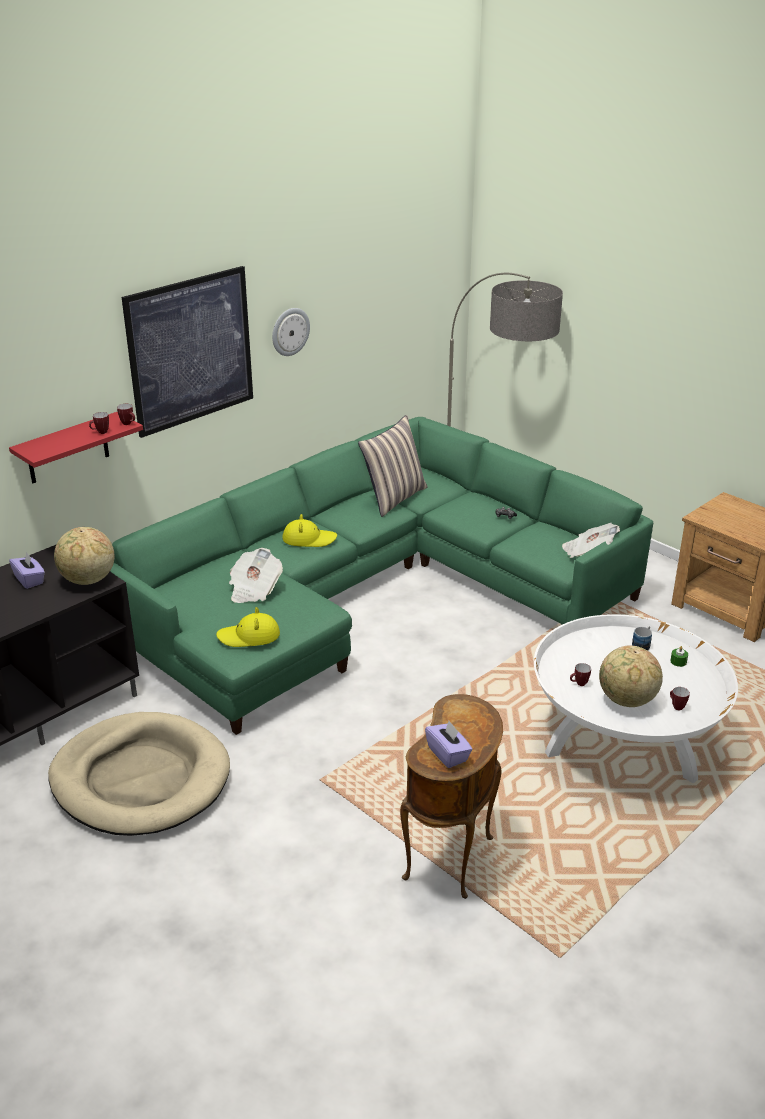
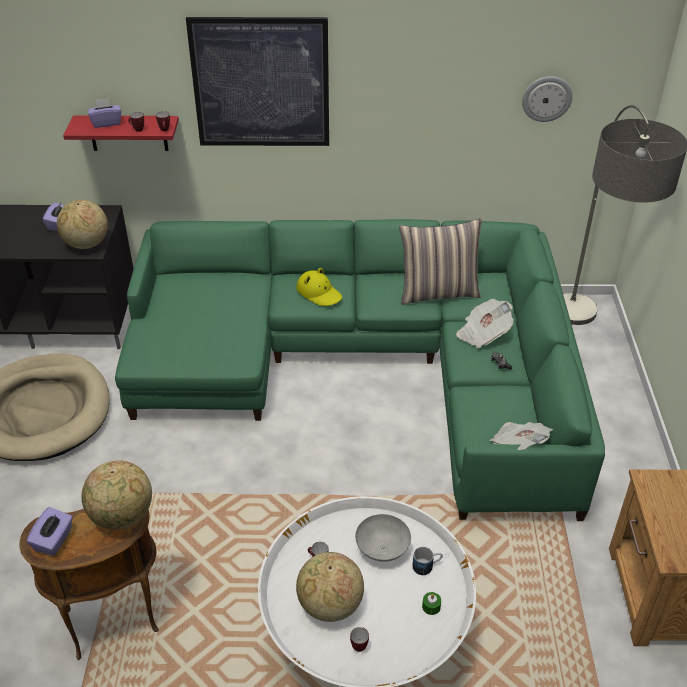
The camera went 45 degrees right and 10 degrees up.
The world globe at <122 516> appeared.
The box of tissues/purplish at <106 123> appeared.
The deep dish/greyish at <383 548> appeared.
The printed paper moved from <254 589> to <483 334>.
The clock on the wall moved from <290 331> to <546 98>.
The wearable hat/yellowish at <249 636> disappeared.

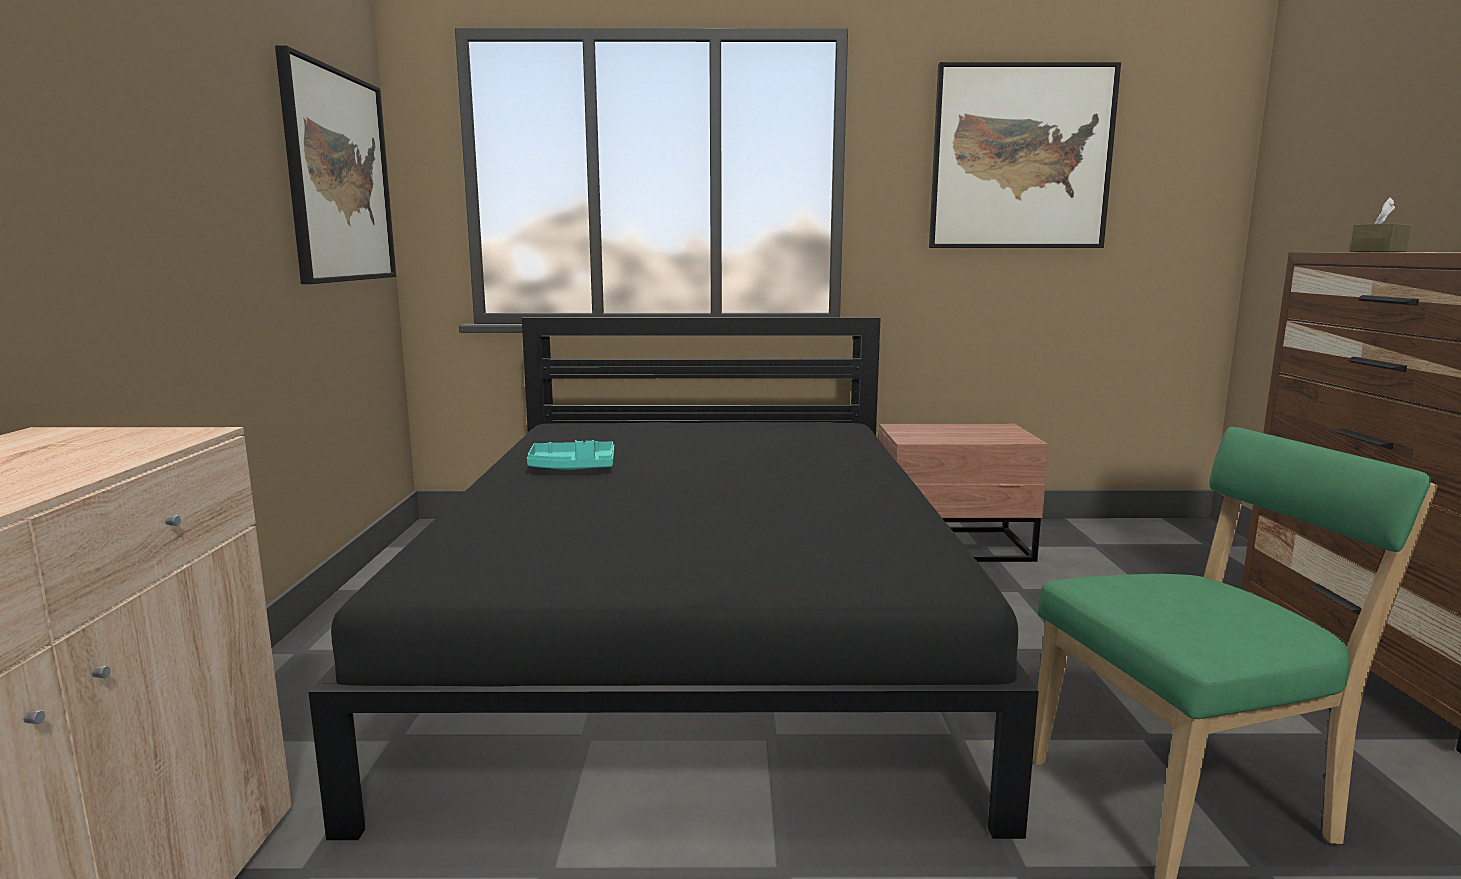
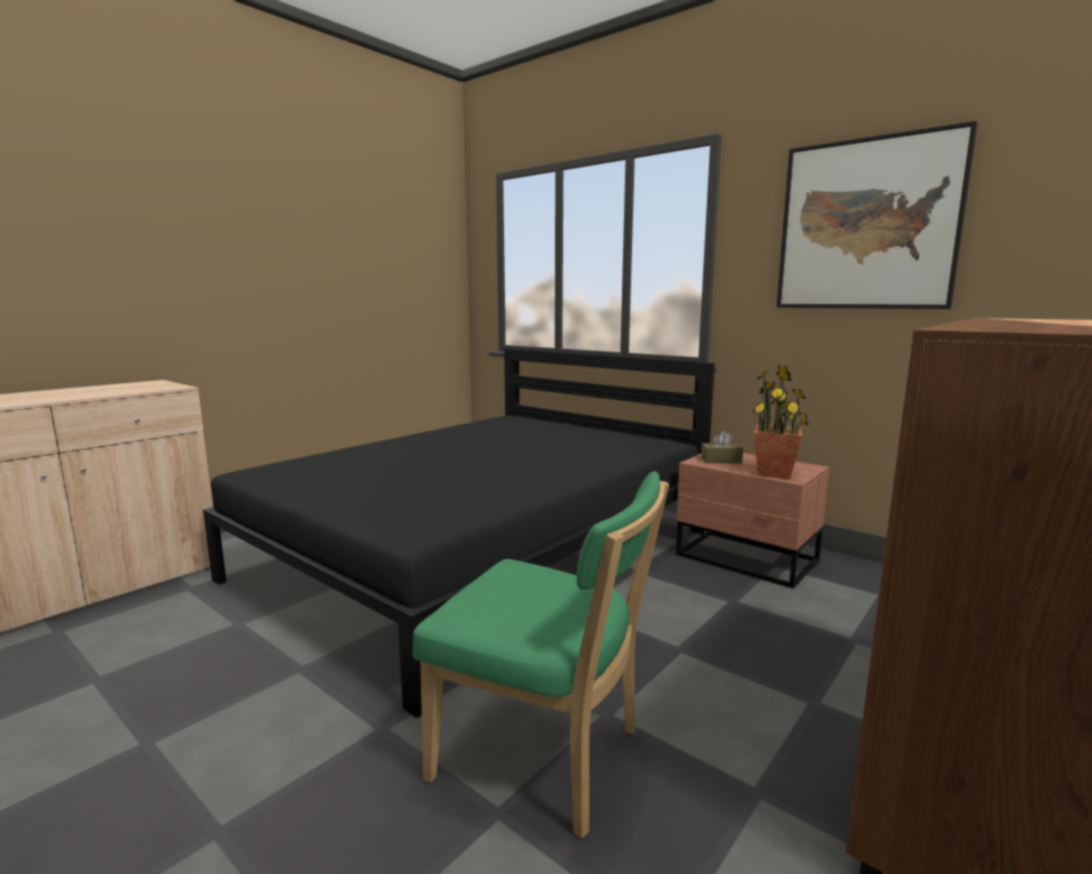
The camera went 40 degrees right and 0 degrees up.
The box of tissues/brown moved from <1378 251> to <721 460>.
The houseplant at <775 473> appeared.
The wall picture at <339 177> disappeared.
The tray/blue-green at <573 468> disappeared.

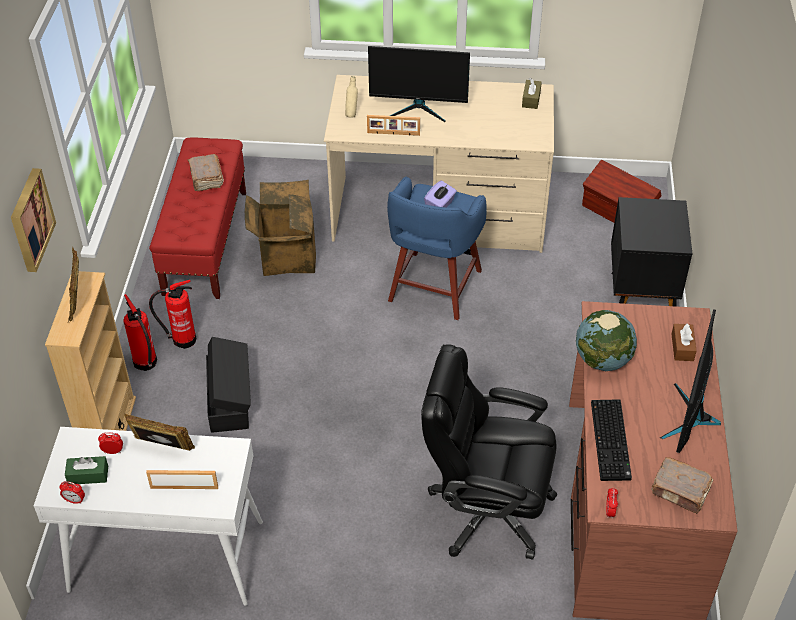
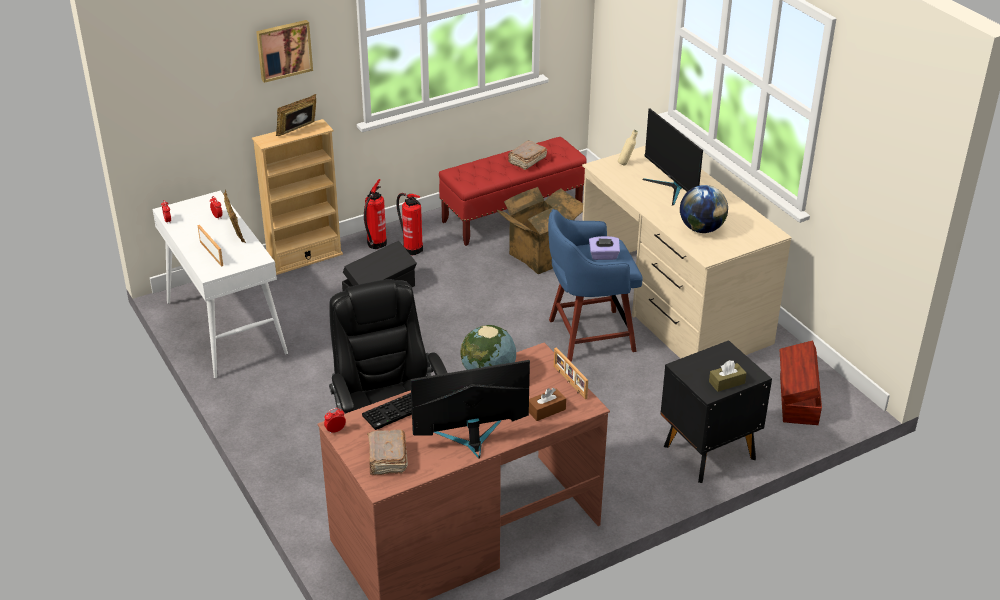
The camera went 55 degrees right and 10 degrees down.
The picture frame moved from <393 134> to <569 382>.
The world globe at <701 229> appeared.
The box of tissues/brown moved from <531 99> to <726 382>.
The box of tissues/greenish at <88 475> disappeared.

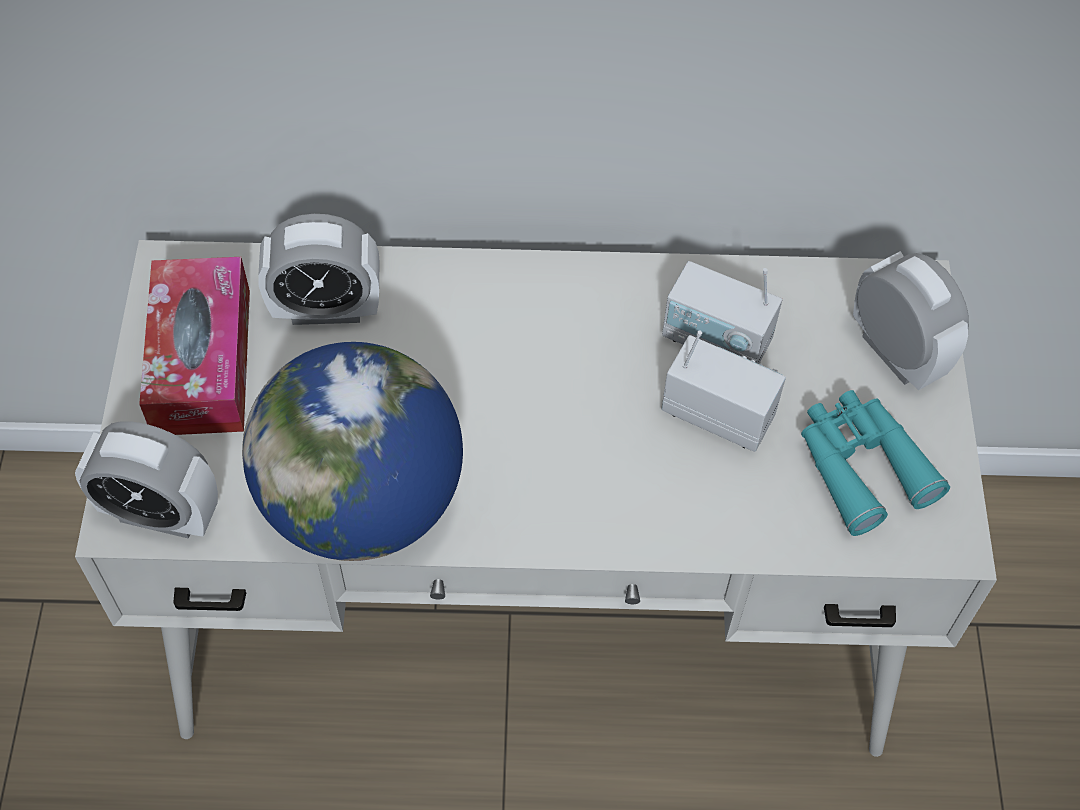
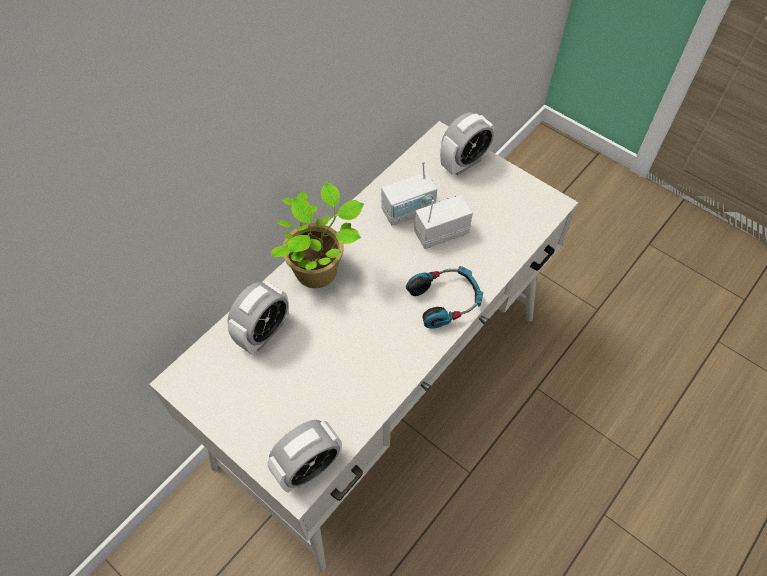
The camera went 50 degrees left and 0 degrees up.
The houseplant at <320 270> appeared.
The headphones at <445 300> appeared.
The alarm clock at <896 353> turned 135 degrees clockwise.
The box of tissues at <202 361> disappeared.
The world globe at <363 502> disappeared.
The binoculars/blue-green at <860 466> disappeared.

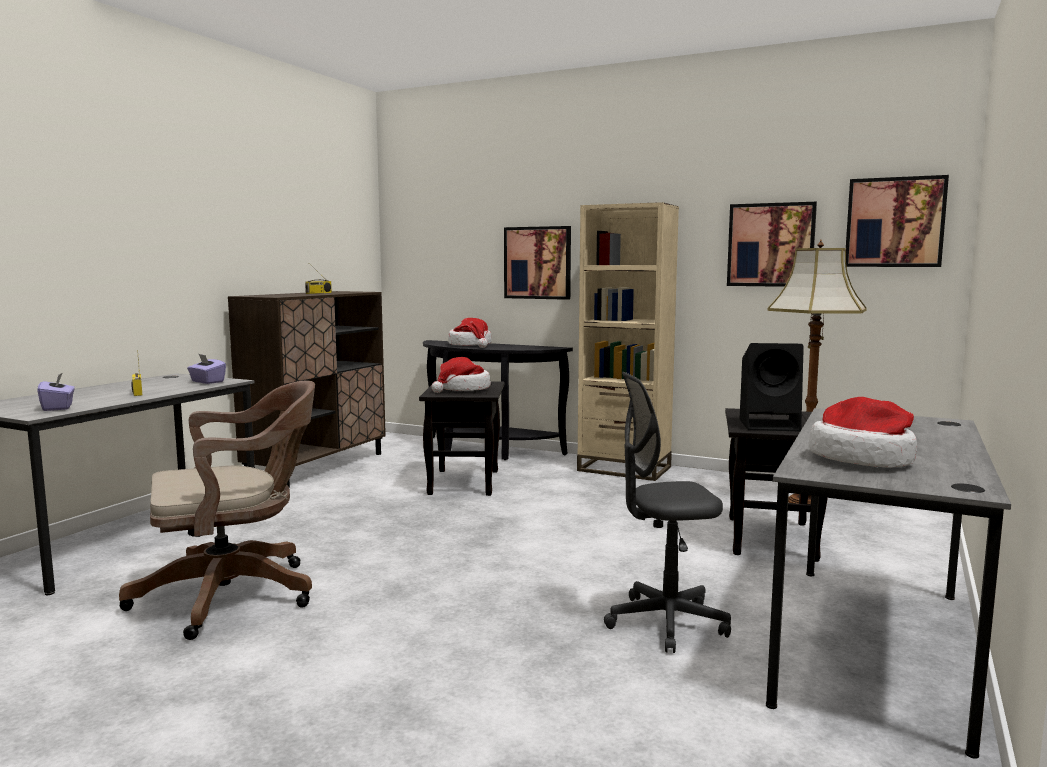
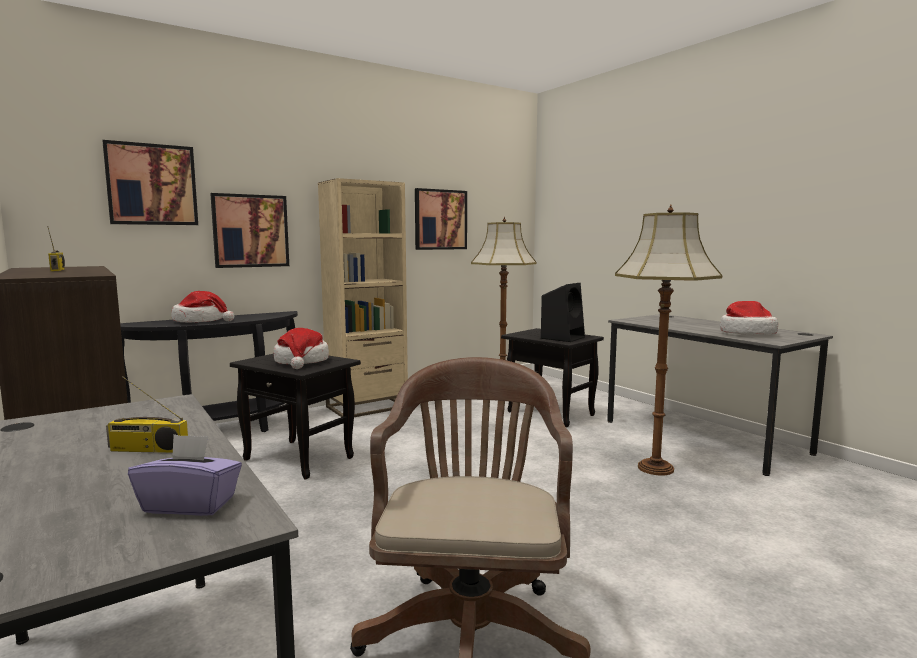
The camera went 60 degrees left and 0 degrees up.
The wall picture moved from <894 222> to <152 184>.
The office chair/greyish at <666 623> was replaced by the standing lamp at <655 469>.
The box of tissues/purplish at <207 382> disappeared.

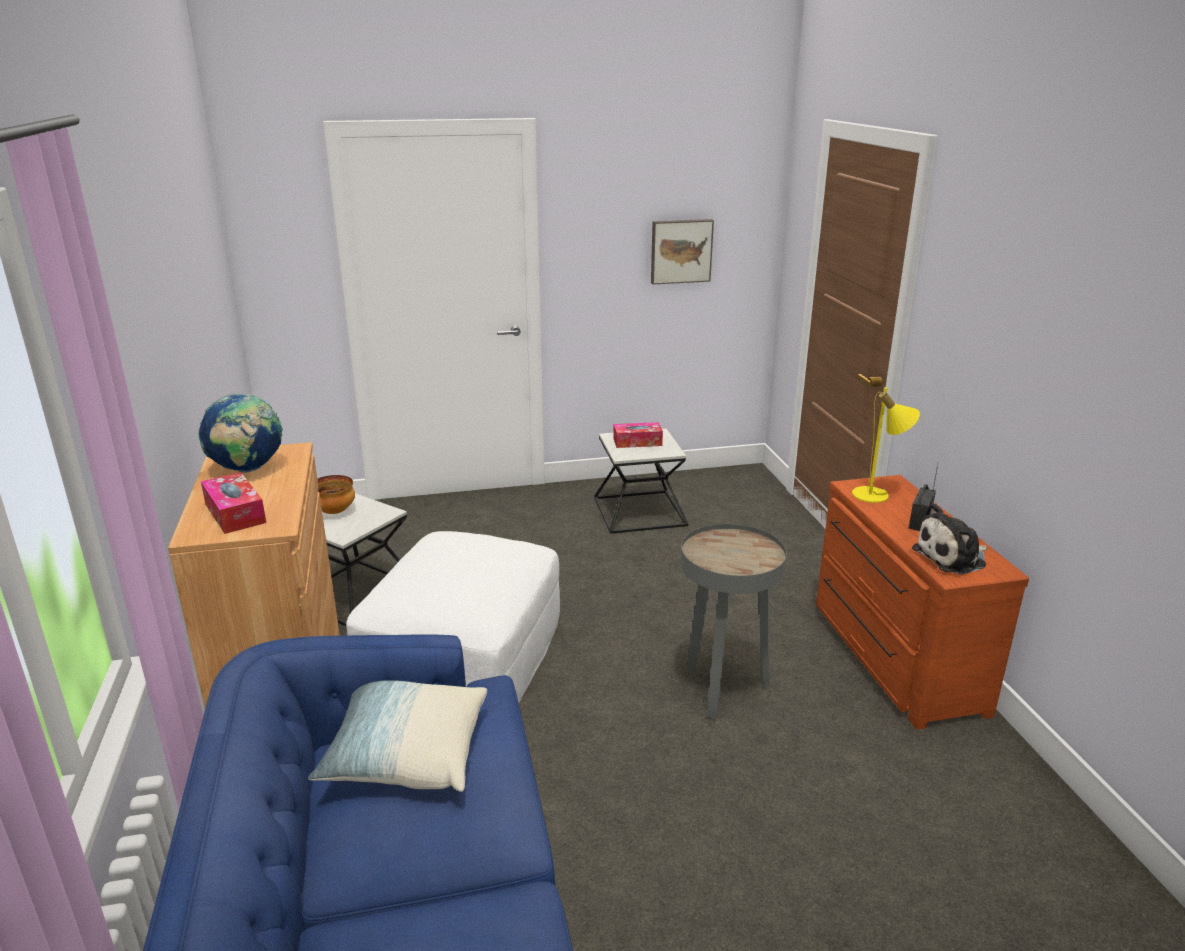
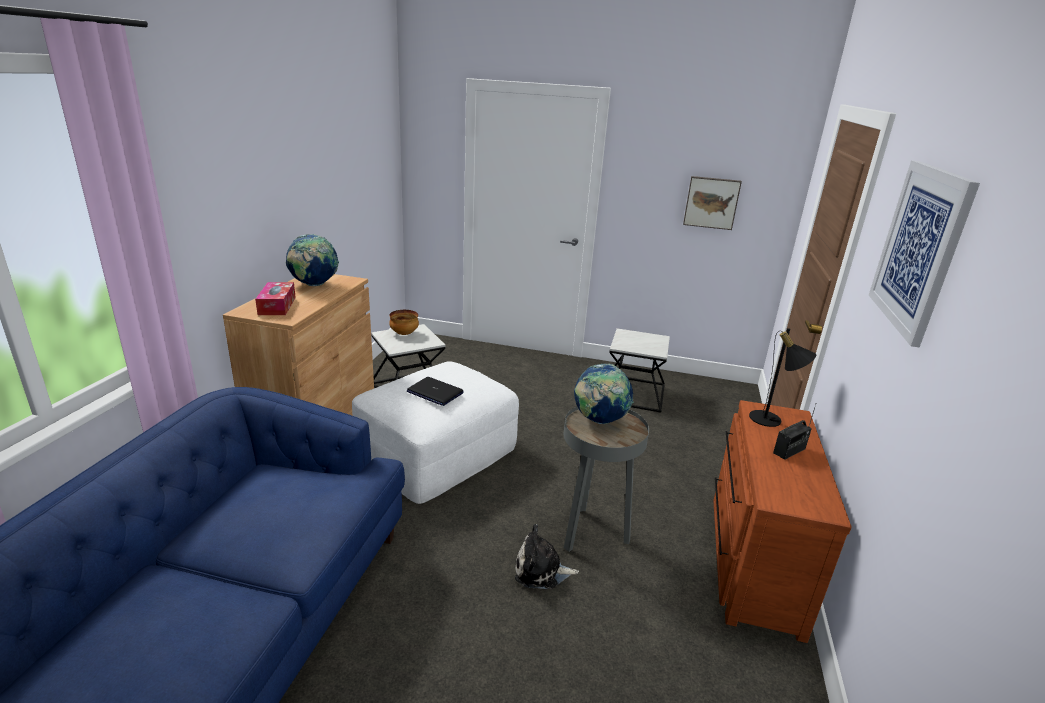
The camera went 25 degrees right and 0 degrees up.
The notebook computer at <434 392> appeared.
The cuddly toy moved from <952 557> to <541 571>.
The world globe at <599 421> appeared.
The lamp for a table/yellowish at <877 495> became the lamp for a table/blackish at <771 421>.
The wall picture at <919 248> appeared.
The cushion at <407 754> disappeared.
The box of tissues at <637 442> disappeared.

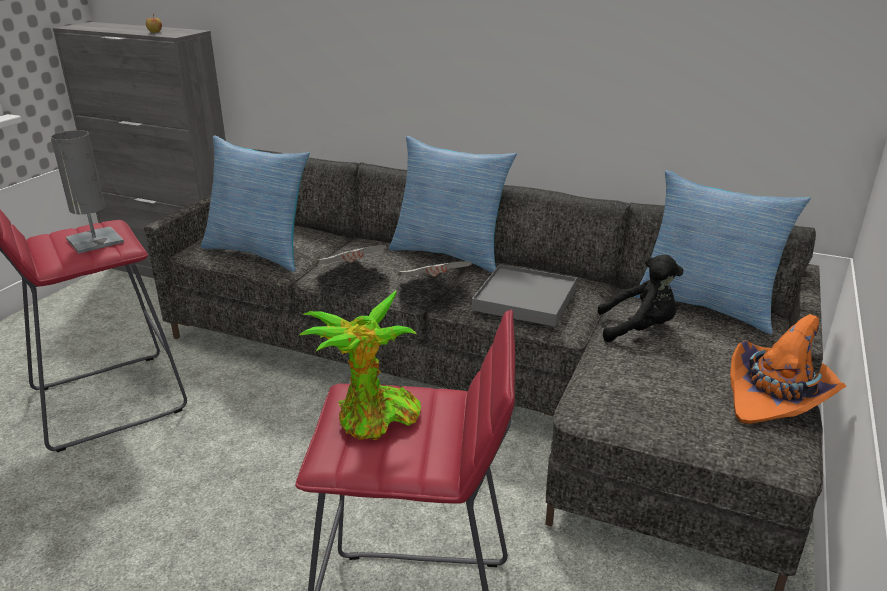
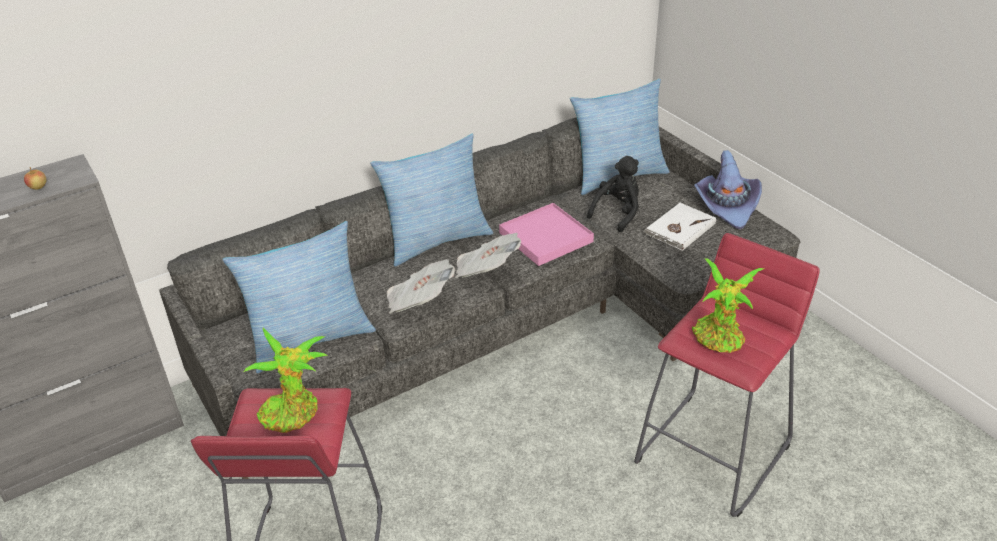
The camera went 55 degrees left and 10 degrees up.
The lamp for a table/greyish at <95 241> was replaced by the houseplant at <294 413>.
The tray/greyish at <524 299> became the tray/pinkish at <545 237>.
The volume/white-coloured at <679 229> appeared.
The wearable hat/orange-coloured at <777 396> became the wearable hat/purplish at <727 205>.

